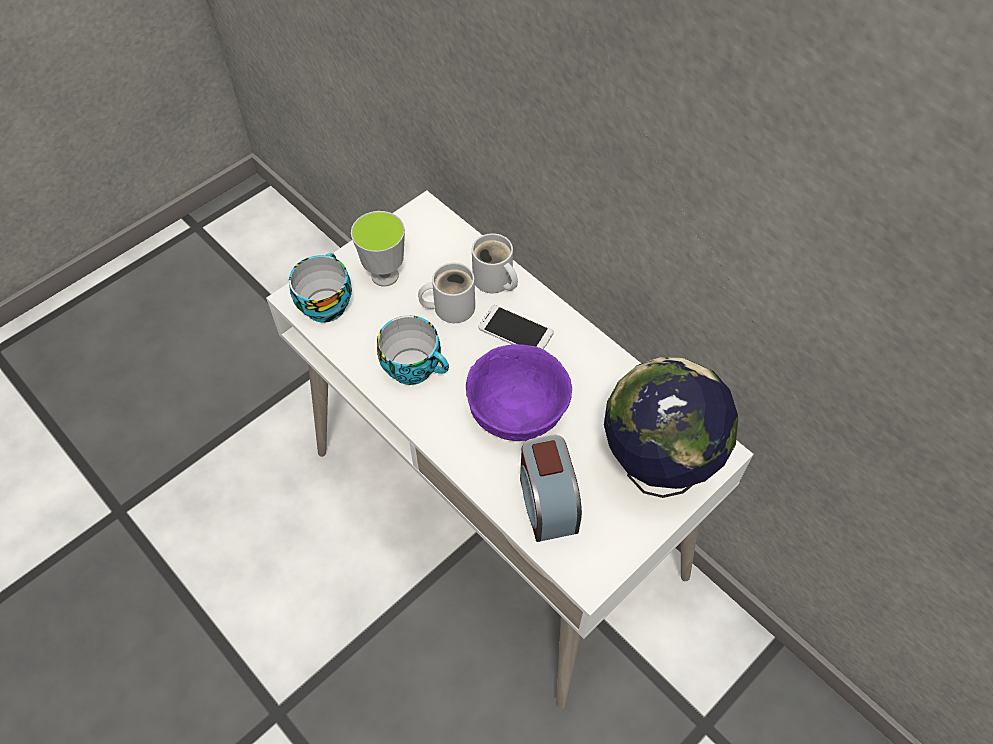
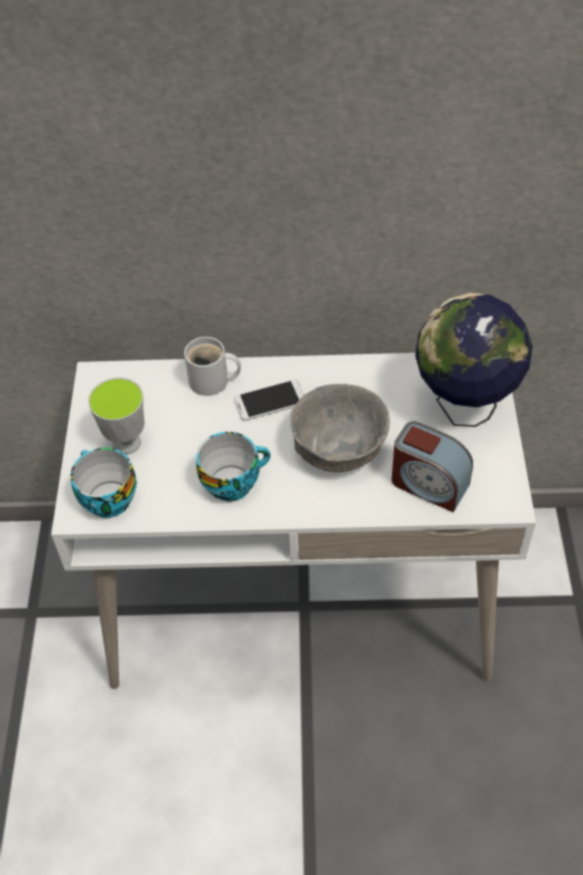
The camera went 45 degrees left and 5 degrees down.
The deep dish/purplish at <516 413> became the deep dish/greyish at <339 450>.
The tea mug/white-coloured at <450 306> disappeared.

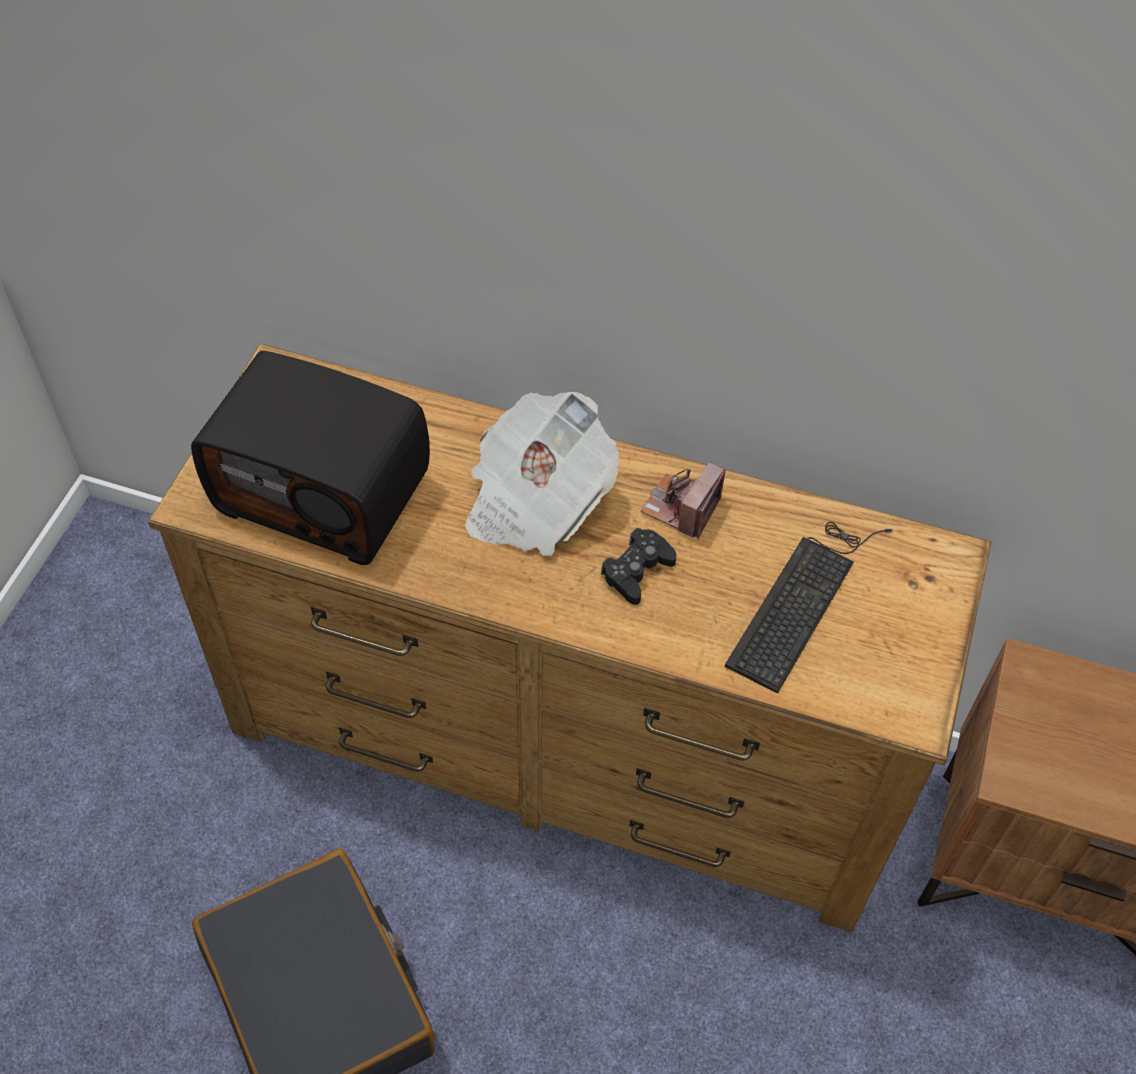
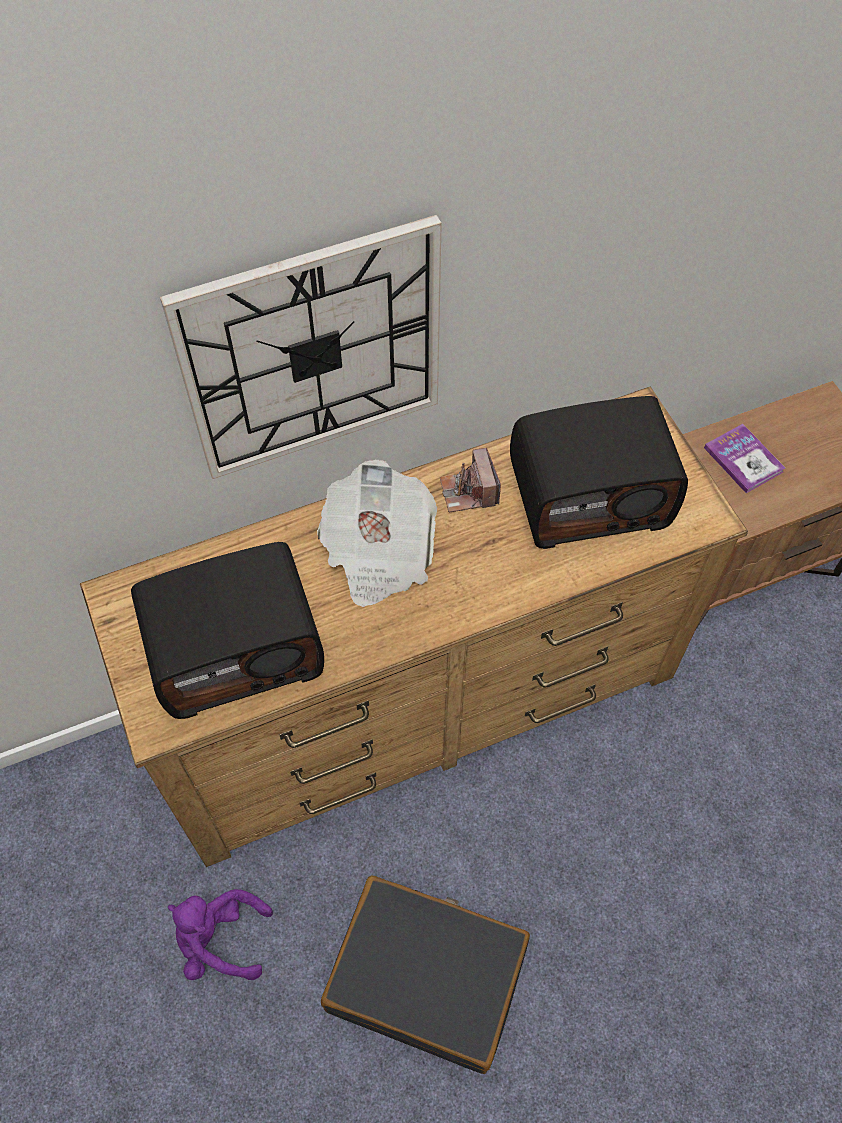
The camera went 40 degrees left and 5 degrees up.
The clock on the wall at <313 352> appeared.
The cuddly toy/purplish at <220 940> appeared.
The keyboard at <803 598> was replaced by the radio receiver at <589 496>.
The volume at <743 459> appeared.
The joypad/blackish at <637 571> disappeared.

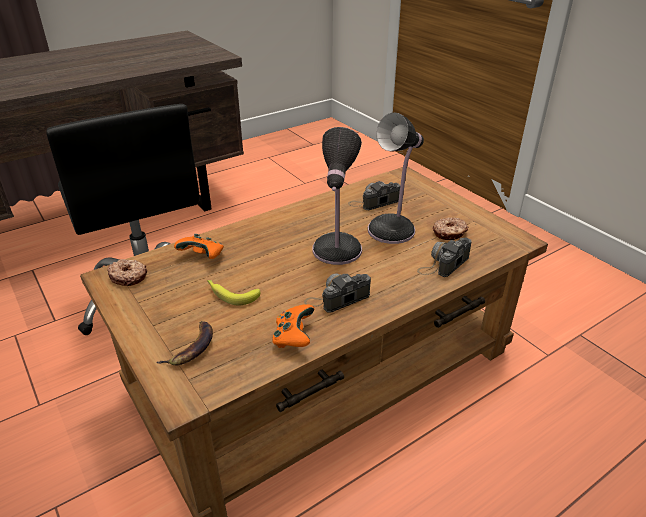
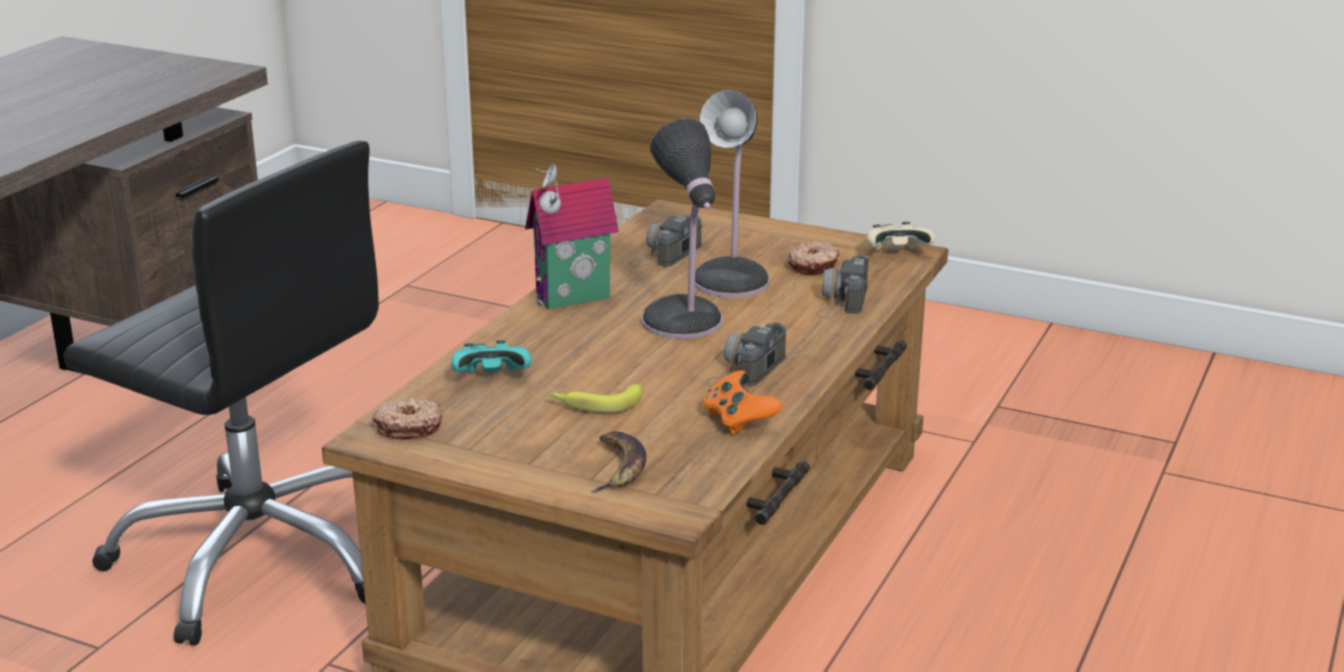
The camera went 30 degrees left and 10 degrees down.
The joypad/orange-coloured at <203 256> became the joypad/blue-green at <492 377>.
The model house at <574 300> appeared.
The joypad/beige at <897 254> appeared.

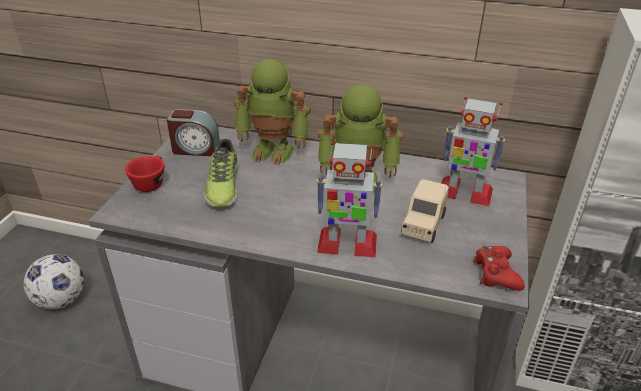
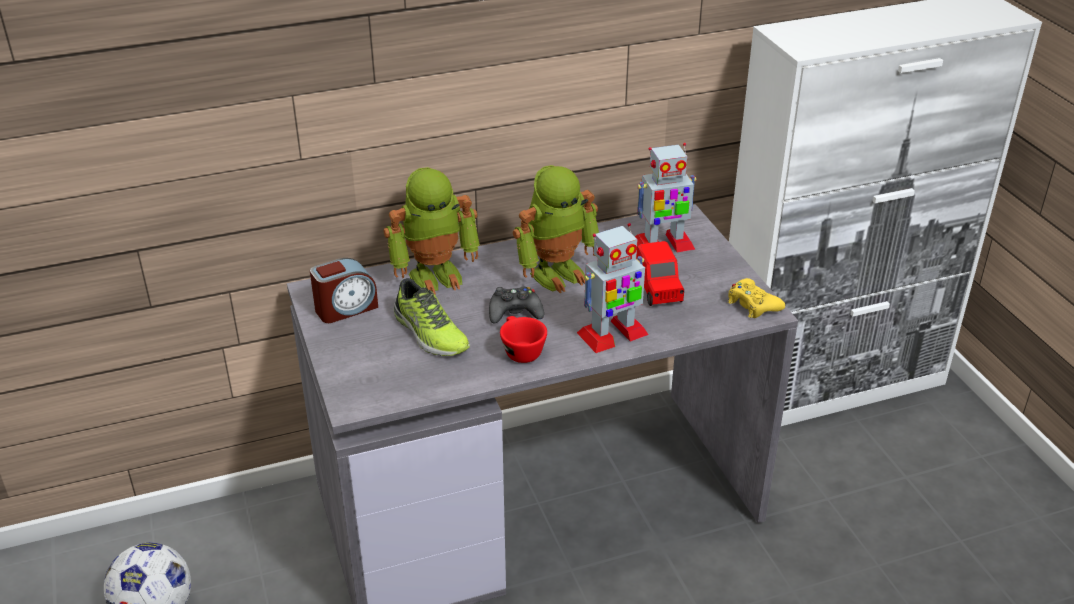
The camera went 35 degrees left and 0 degrees up.
The joypad/blackish at <515 312> appeared.
The drinking cup/red moved from <150 182> to <520 350>.
The toy car/beige at <423 225> became the toy car/red at <658 290>.
The joypad/red at <496 273> became the joypad/yellowish at <753 305>.

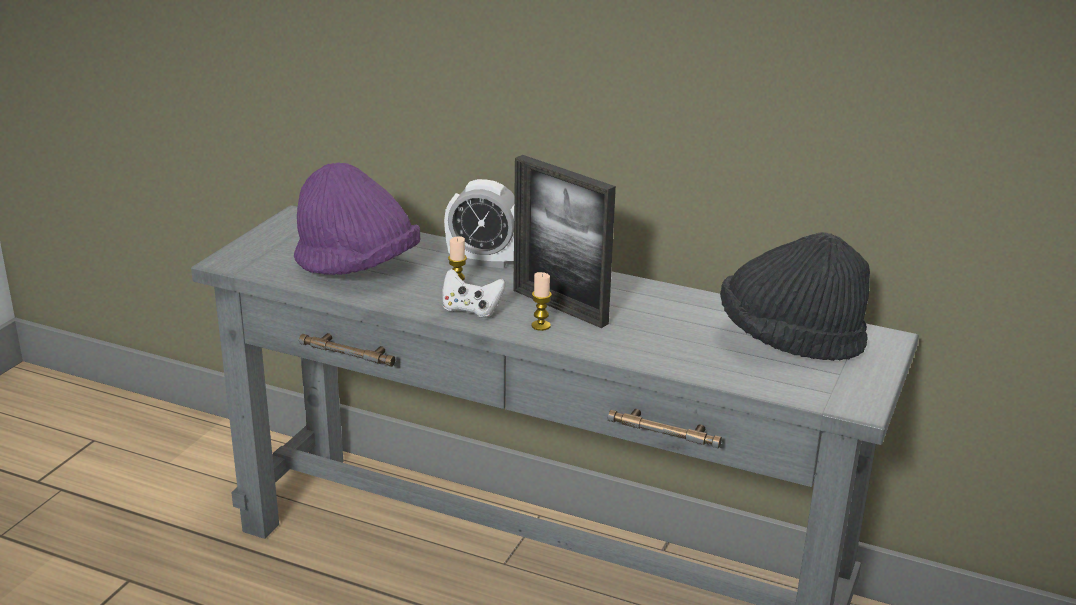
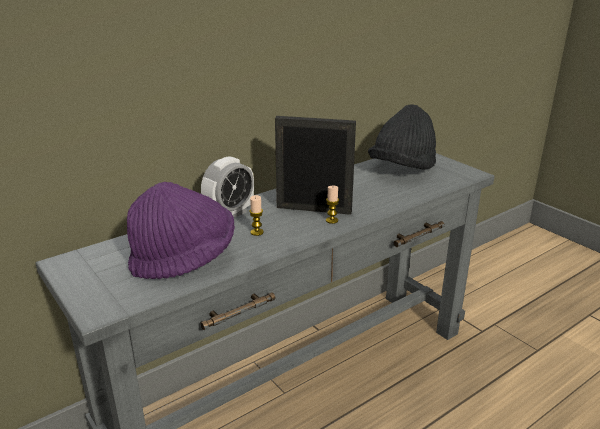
The camera went 60 degrees left and 0 degrees up.
The picture frame at <559 307> turned 150 degrees counterclockwise.
The joypad/white-coloured at <471 310> disappeared.

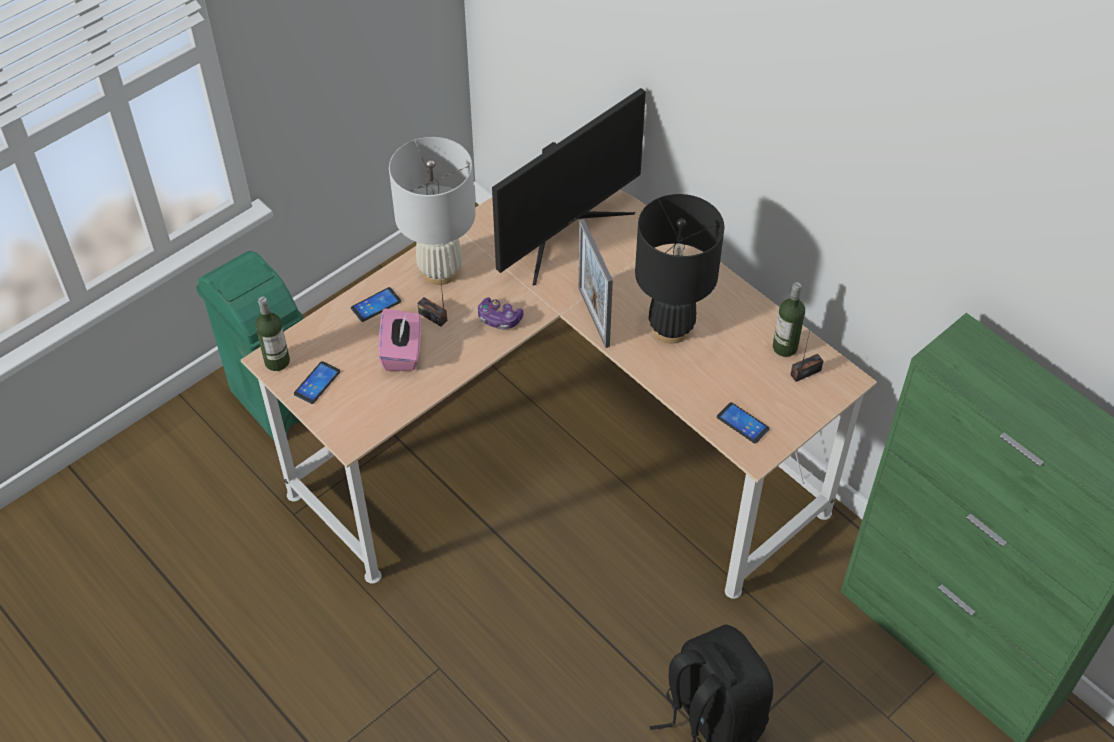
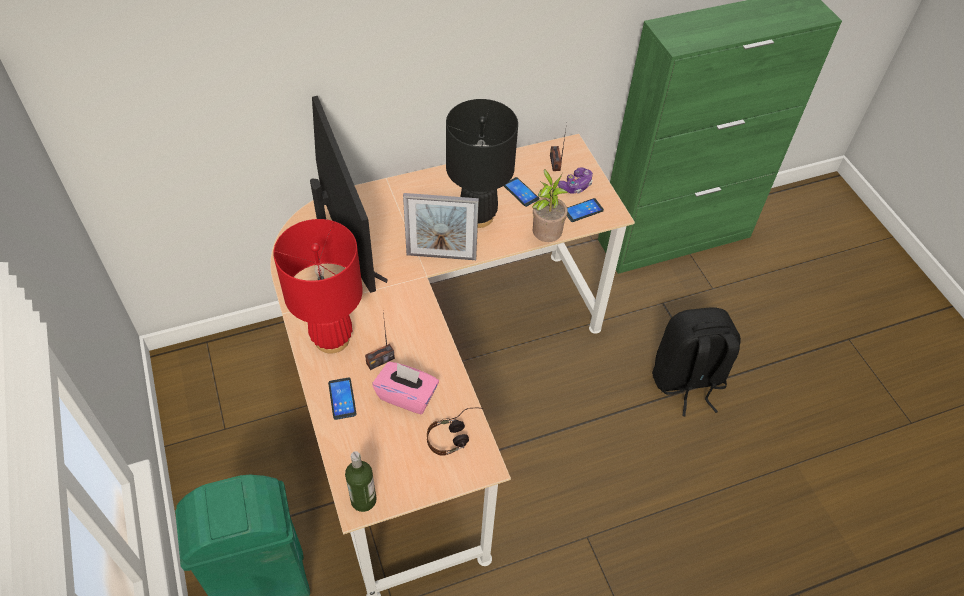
The camera went 70 degrees left and 0 degrees up.
The lamp for a table/white-coloured at <440 270> became the lamp for a table/red at <332 338>.
The headphones at <456 435> appeared.
The phone moved from <317 383> to <521 192>.
The houseplant at <545 238> appeared.
The joypad moved from <499 319> to <576 186>.
The bottle at <785 347> disappeared.

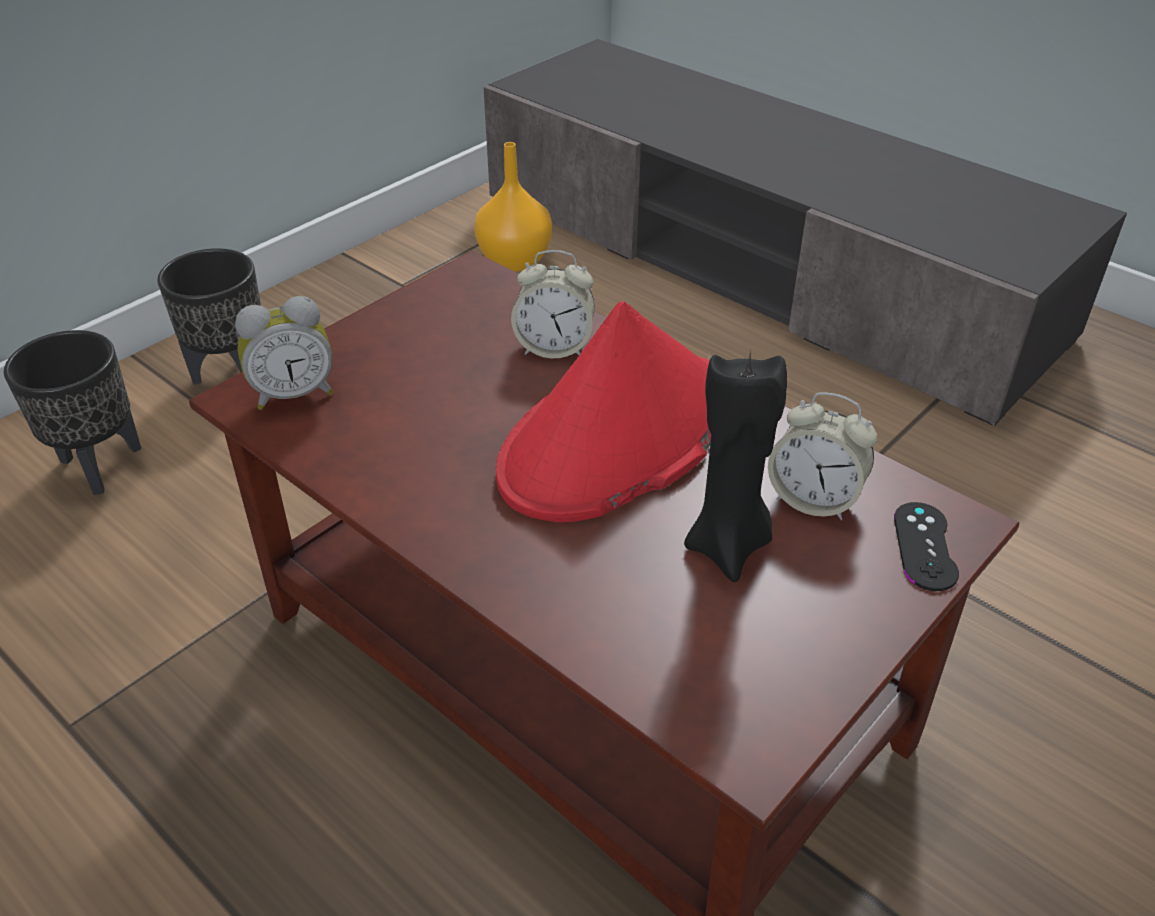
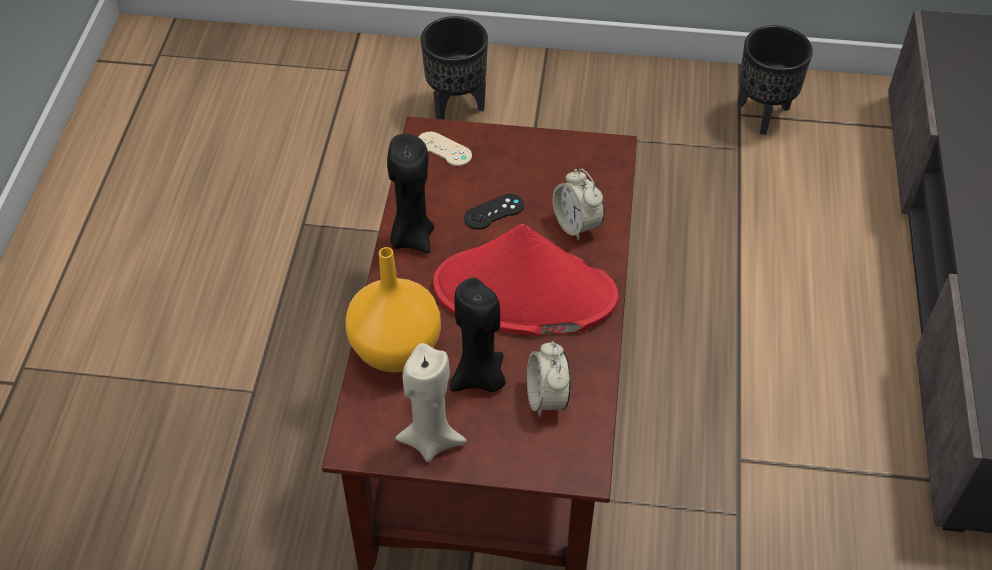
The camera went 55 degrees right and 10 degrees up.
The vase/orange-coloured moved from <516 261> to <396 351>.
The wax candle/blackish at <411 237> appeared.
The wax candle/beige at <431 439> appeared.
The alarm clock at <293 394> was replaced by the joypad/beige at <444 149>.
The joypad/blackish moved from <925 546> to <494 212>.
The plant pot/blackish moved from <233 374> to <764 114>.

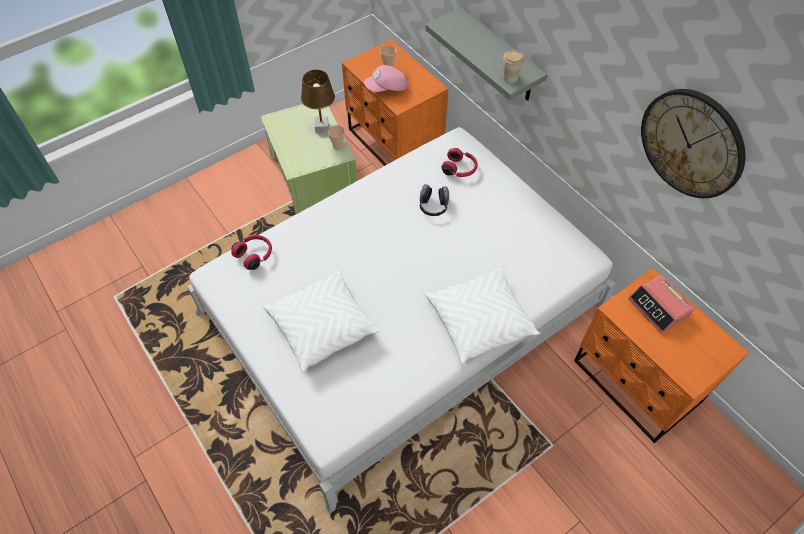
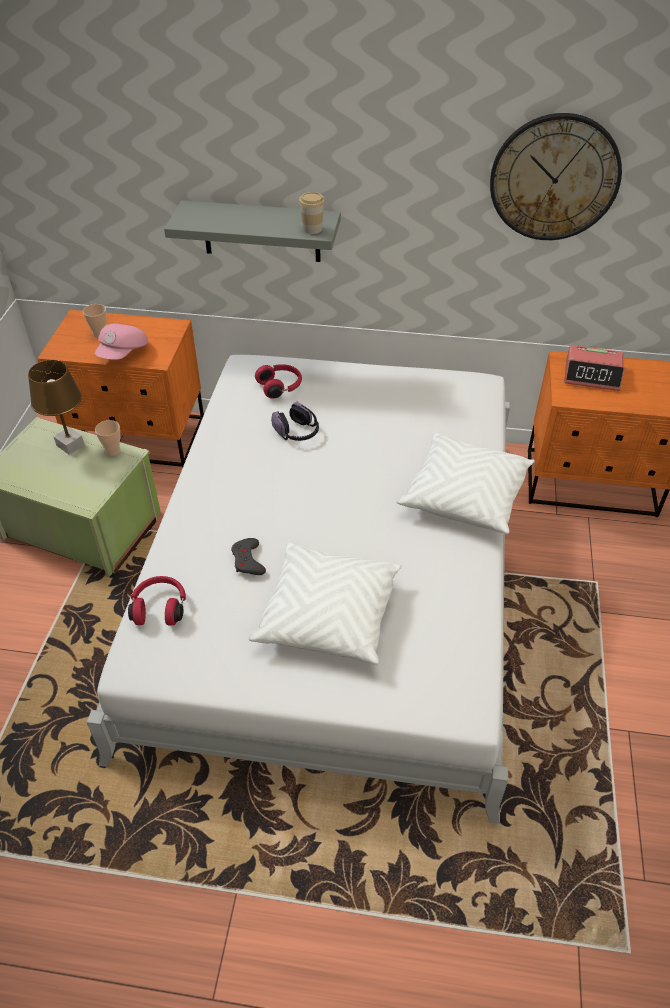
The camera went 45 degrees left and 10 degrees down.
The joypad/greyish at <248 560> appeared.

